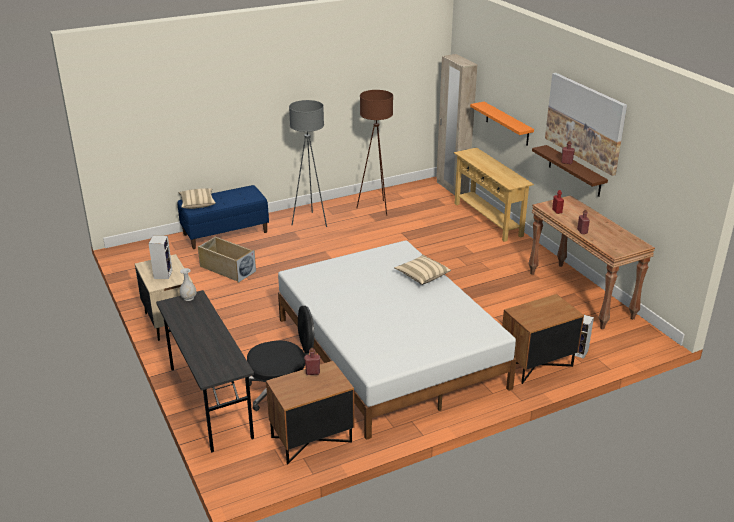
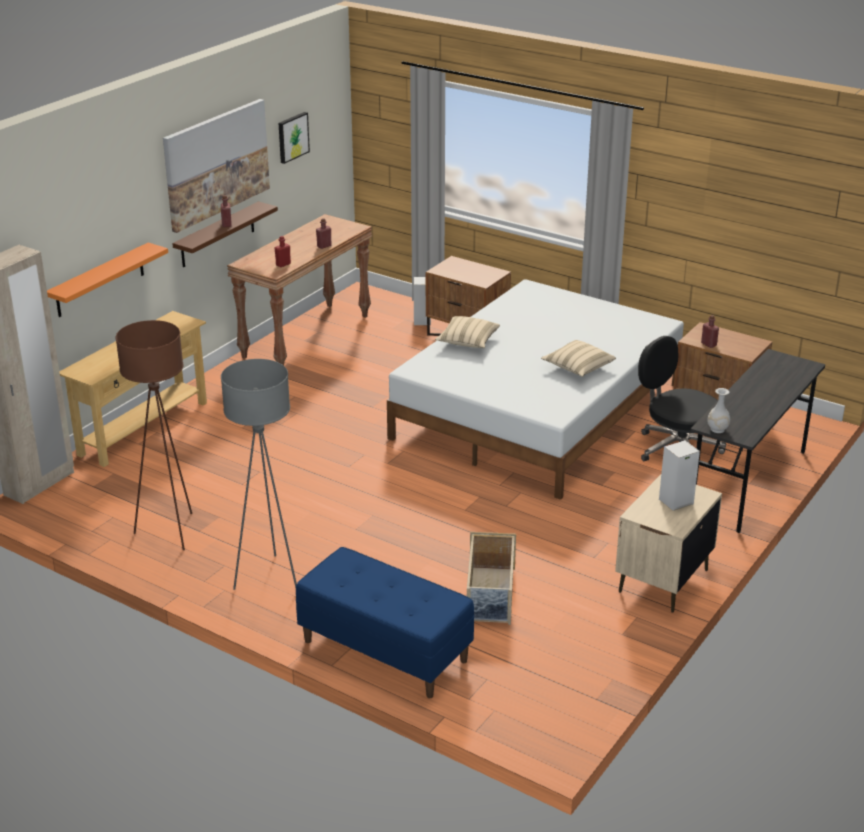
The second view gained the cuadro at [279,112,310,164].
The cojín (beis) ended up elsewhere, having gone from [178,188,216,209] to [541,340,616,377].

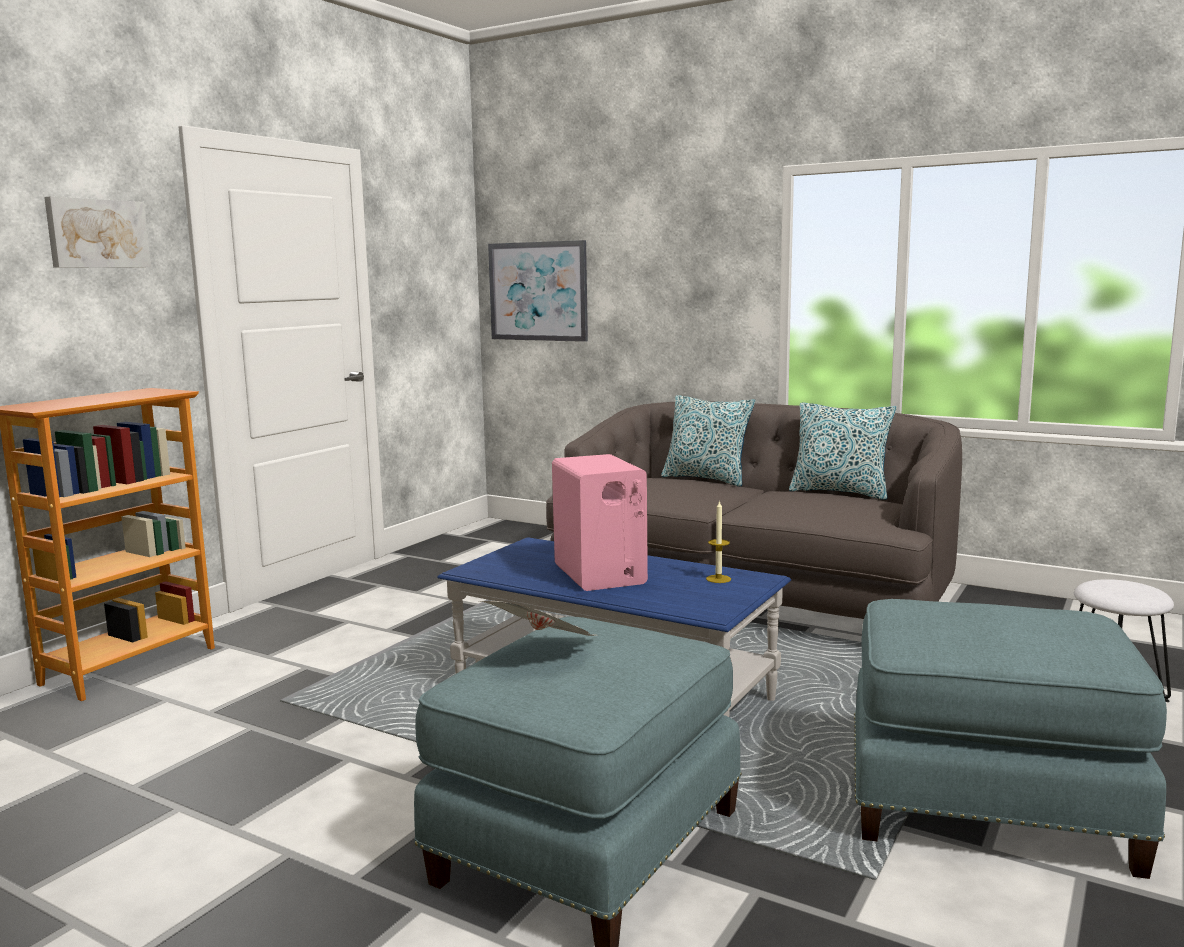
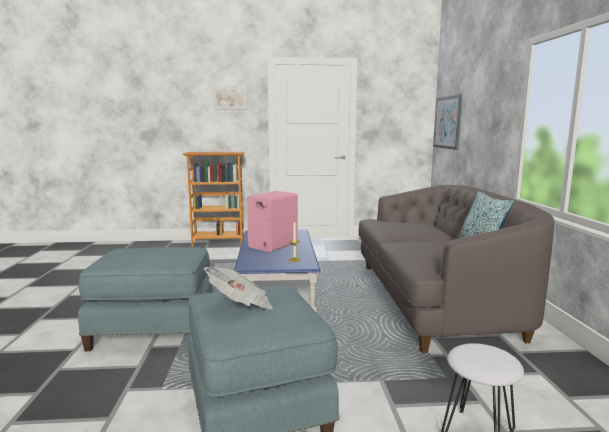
The second view lost the cojín at [661,395,755,486].
The periódico ended up elsewhere, having gone from [479,601,595,636] to [204,267,273,309].

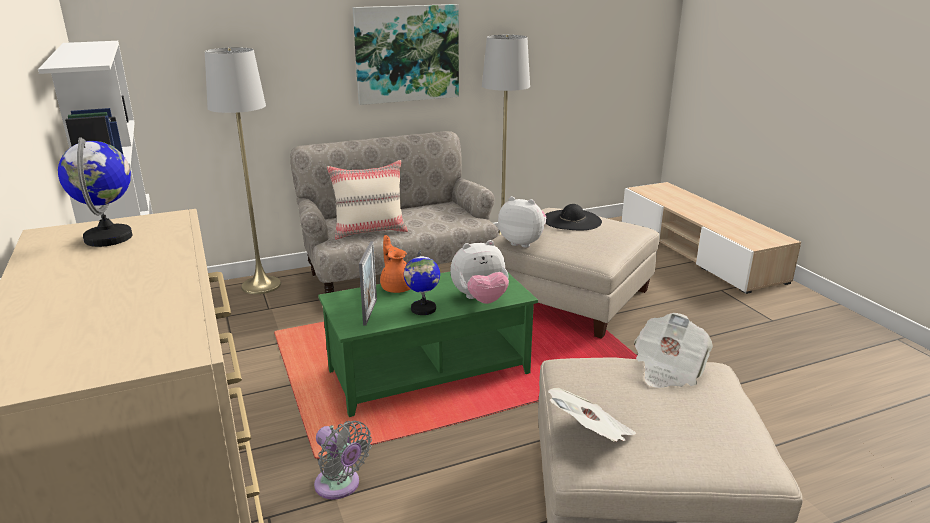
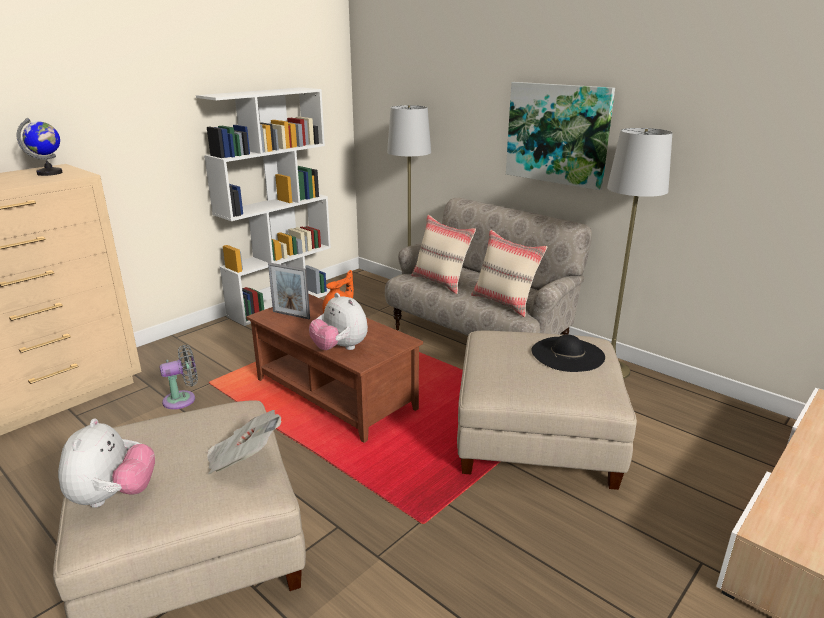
The second view lost the globo terráqueo at [404,250,440,315].
The second view lost the periódico at [548,388,637,442].
The second view gained the cojín (beis) at [471,230,547,317].
The peluche ended up elsewhere, having gone from [498,196,546,248] to [58,419,155,508].
What was the mesa de centro (verde) at [318,272,538,417] turned into the mesa de centro (marrón) at [246,294,423,443].
The ventilador (gris) at [314,420,372,499] ended up facing another way, 135 degrees counterclockwise from before.
The portarretratos at [359,241,377,326] ended up facing another way, 45 degrees clockwise from before.

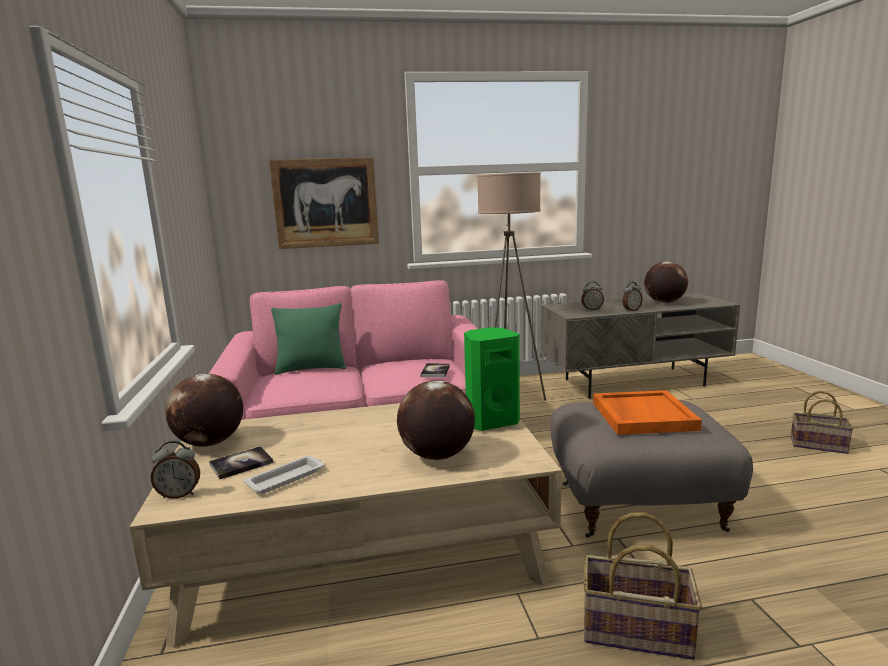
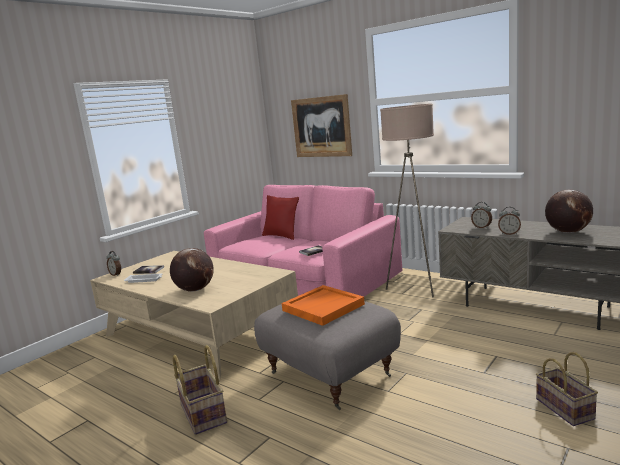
The second view lost the globo terráqueo at [166,374,243,447].
The second view lost the altavoz (verde) at [464,327,520,431].
What was the cojín (verde) at [271,303,346,375] turned into the cojín (rojo) at [262,195,299,240].

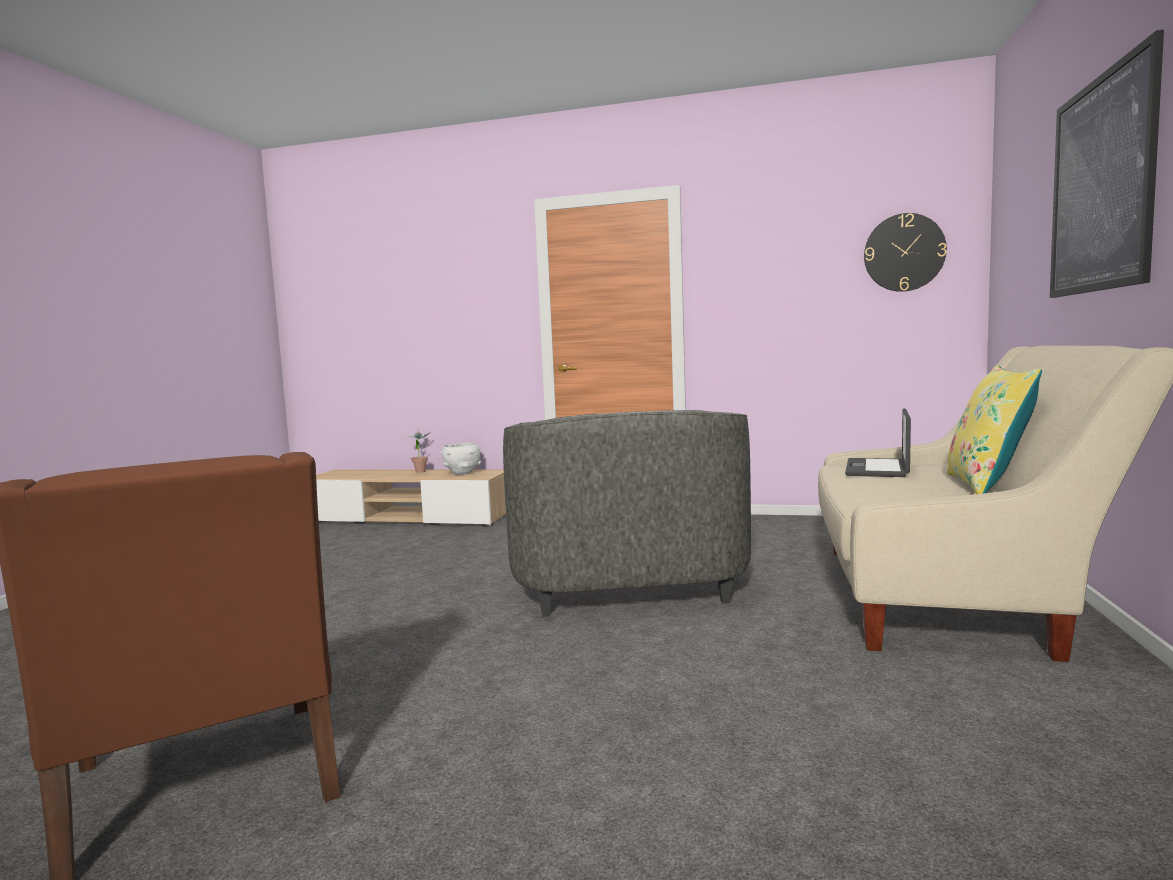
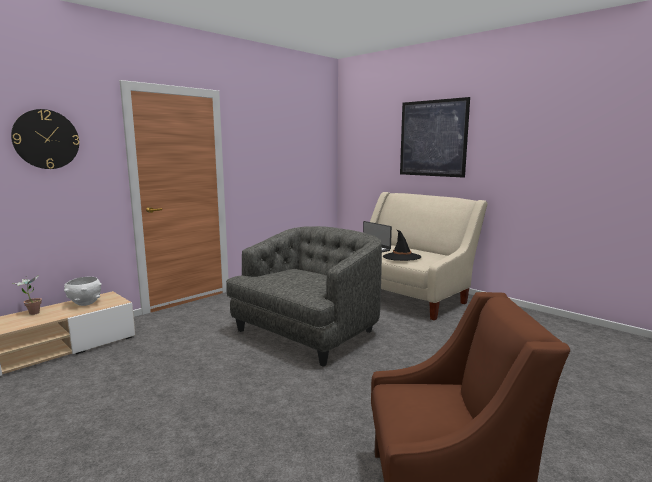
The second view lost the cojín (amarillo) at [947,365,1042,494].
The second view gained the sombrero (negro) at [383,230,421,261].
The reloj de pared ended up elsewhere, having gone from [864,213,947,292] to [11,109,79,169].
The sillón (gris) at [503,410,751,617] ended up facing another way, 75 degrees counterclockwise from before.

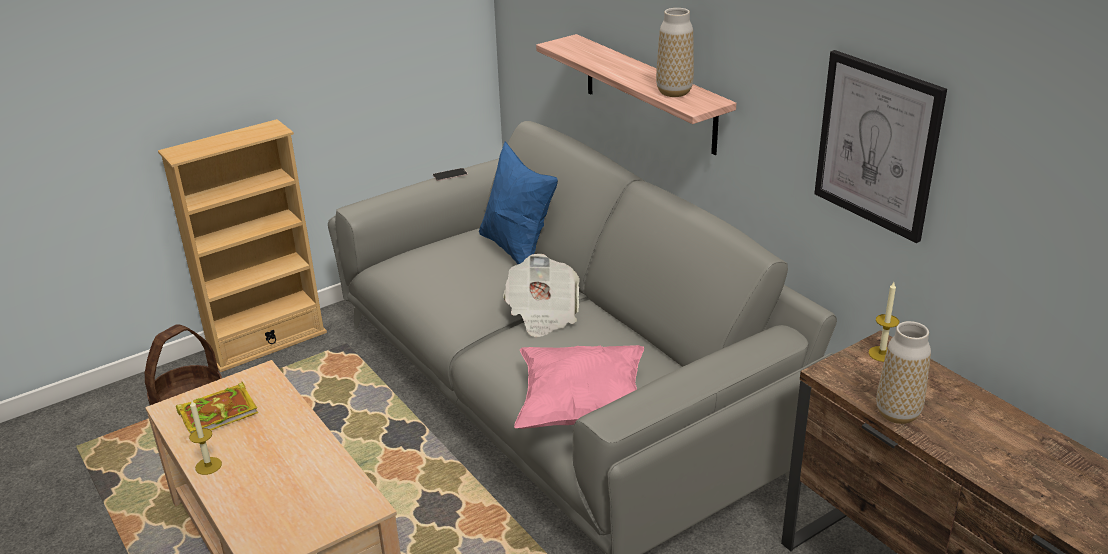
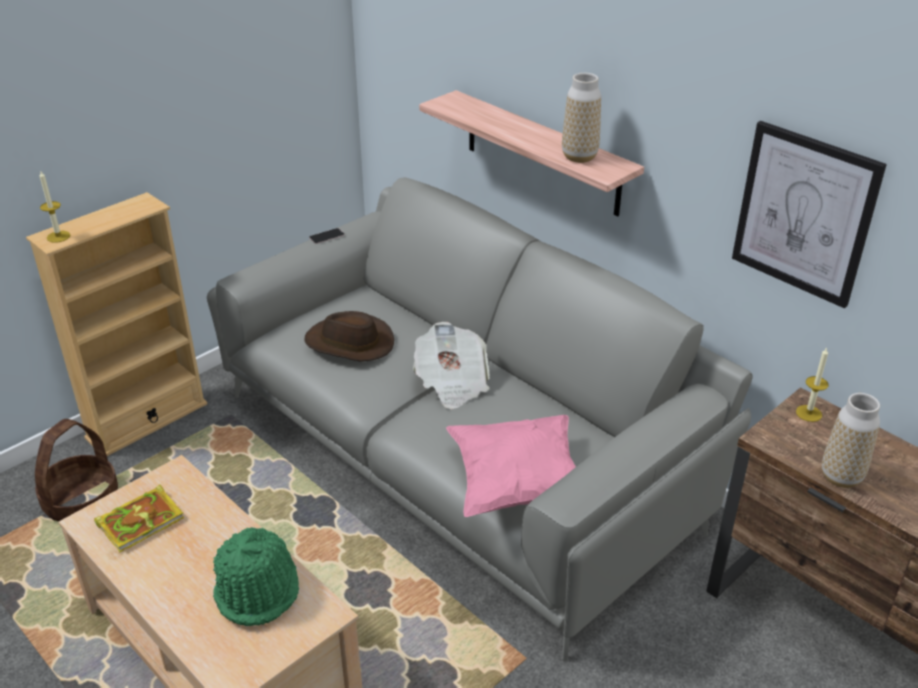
The second view lost the cojín (azul) at [479,142,558,264].
The second view gained the sombrero (verde) at [213,527,299,626].
The second view gained the sombrero (marrón) at [305,311,394,361].
The vela ended up elsewhere, having gone from [189,399,222,475] to [40,171,70,243].

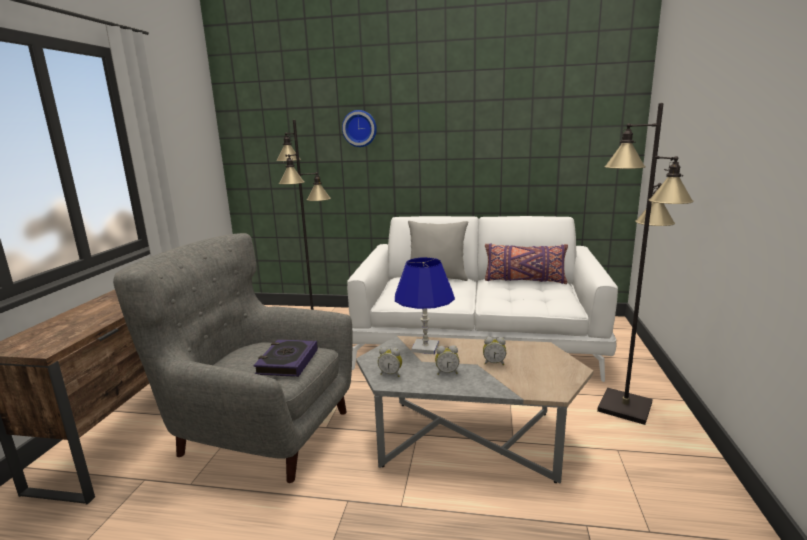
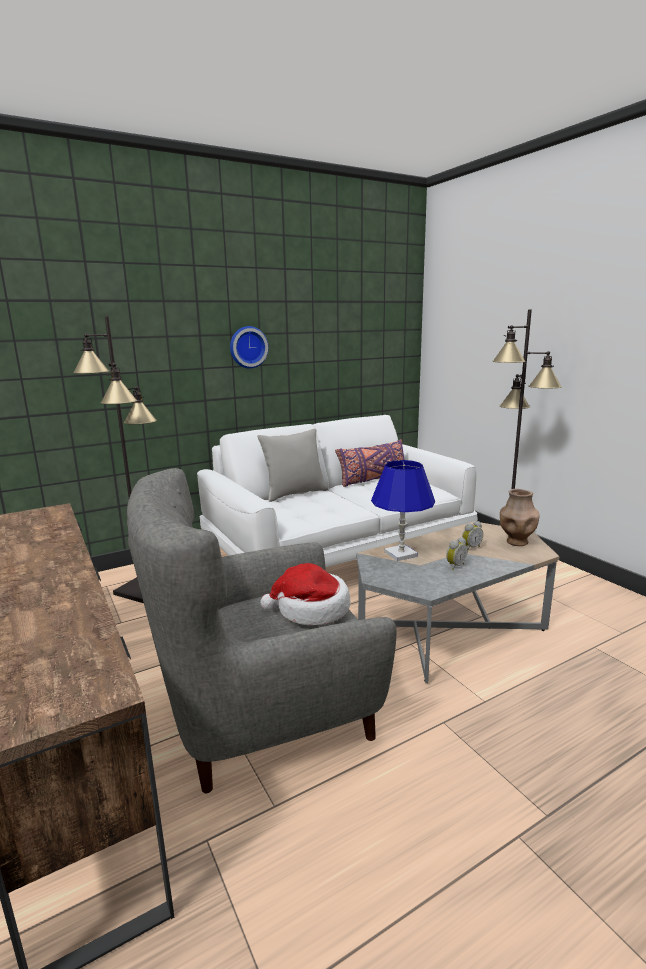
The second view lost the despertador at [378,347,402,377].
The second view gained the florero (marrón) at [500,489,539,546].
The reloj de pared ended up elsewhere, having gone from [342,110,377,147] to [230,326,268,368].
Where the libro stood at [253,339,318,377], the sombrero came to stand at [260,563,350,625].

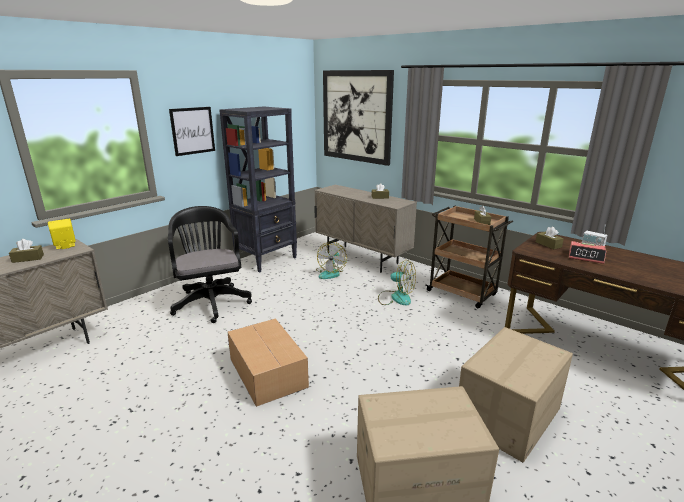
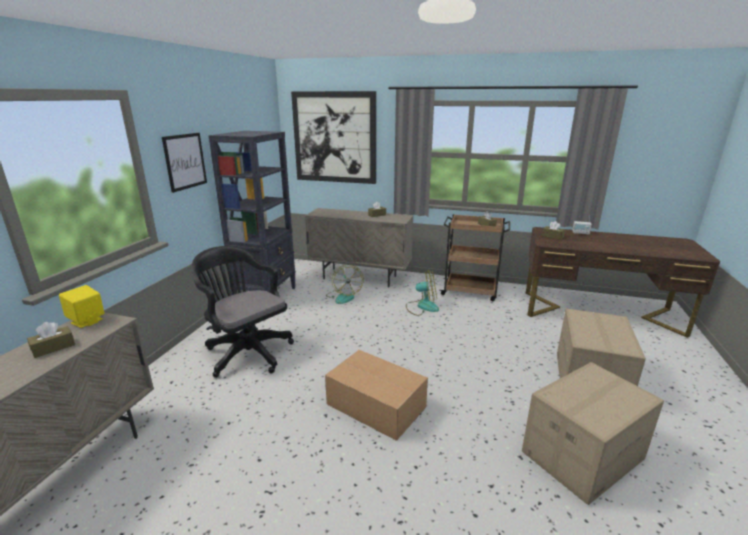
The second view lost the despertador at [569,241,607,264].

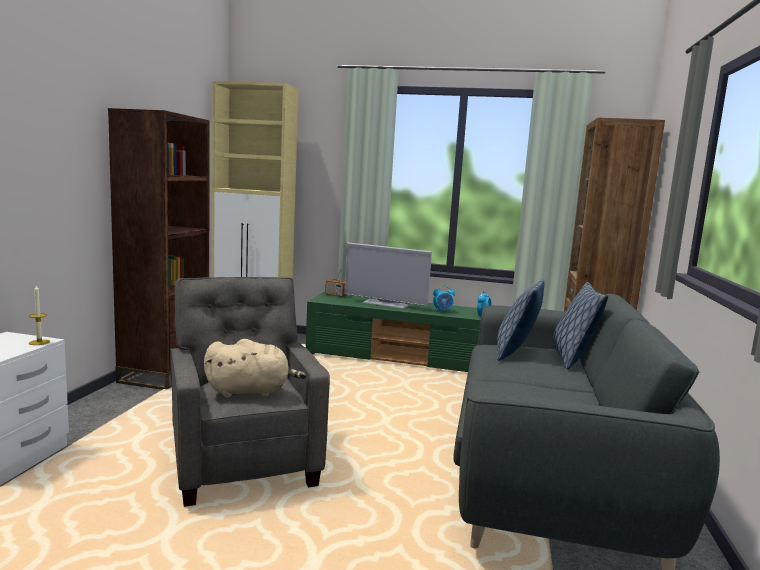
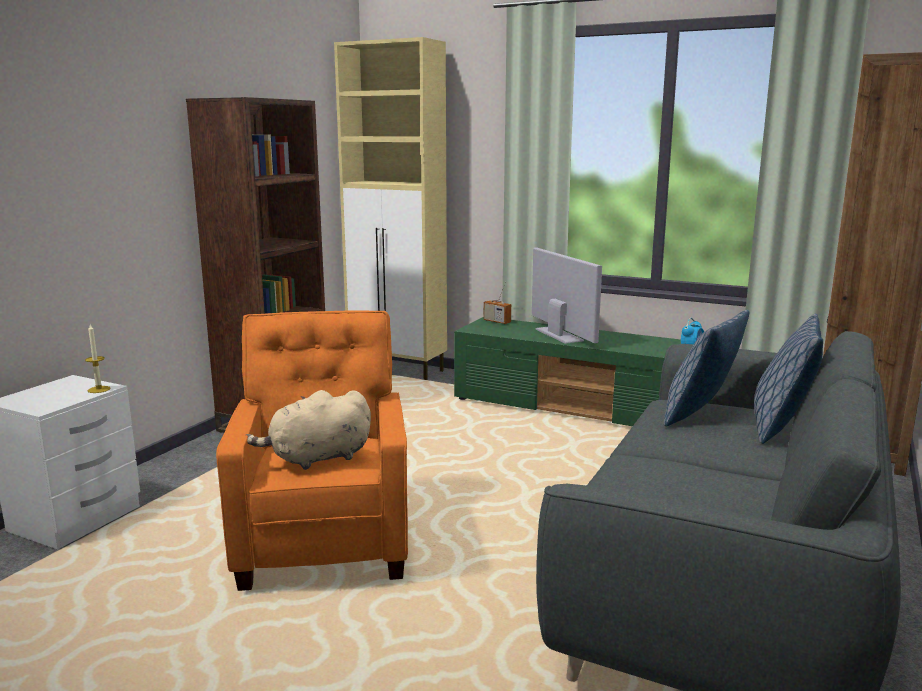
The second view lost the despertador at [433,285,455,312].
What was the sillón (gris) at [170,277,330,507] turned into the sillón (naranja) at [216,310,408,591].
The peluche (beis) at [204,339,307,398] ended up facing another way, 150 degrees clockwise from before.
The televisor at [344,242,432,309] ended up facing another way, 150 degrees counterclockwise from before.

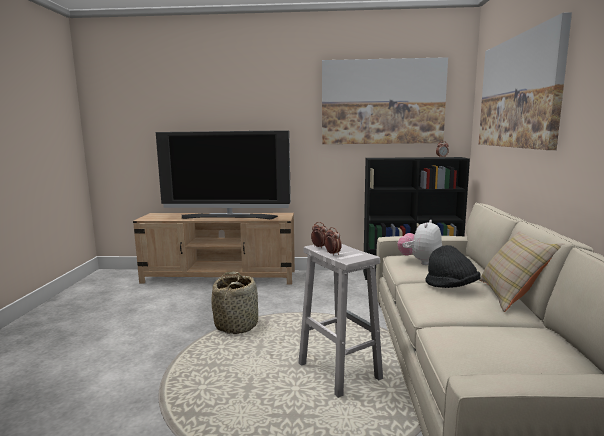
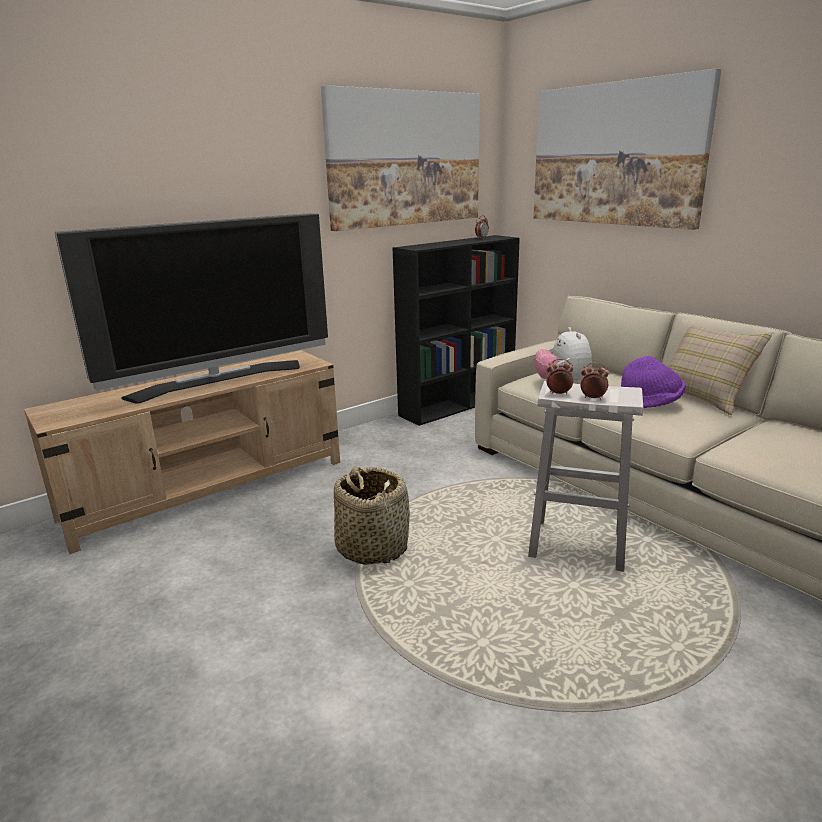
What was the sombrero (negro) at [425,245,481,288] turned into the sombrero (morado) at [621,356,686,408].

